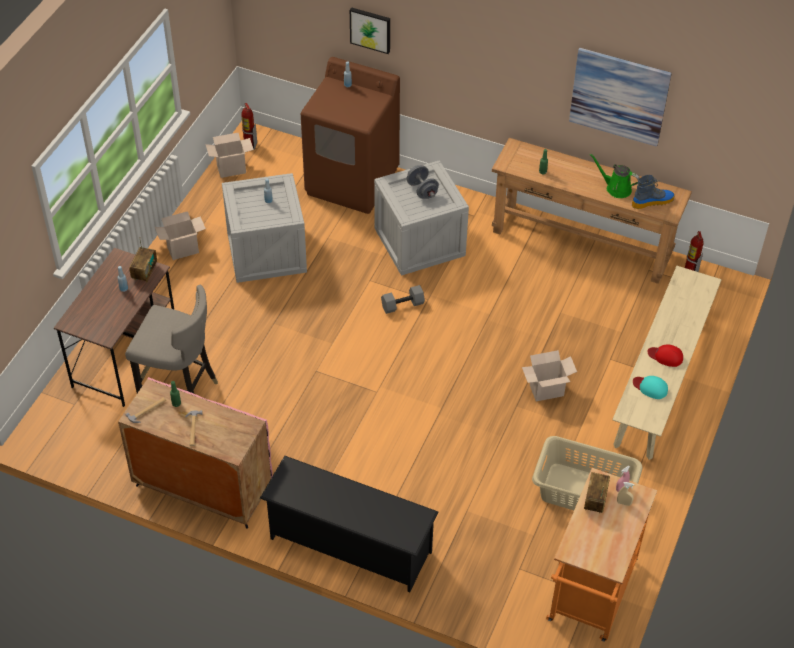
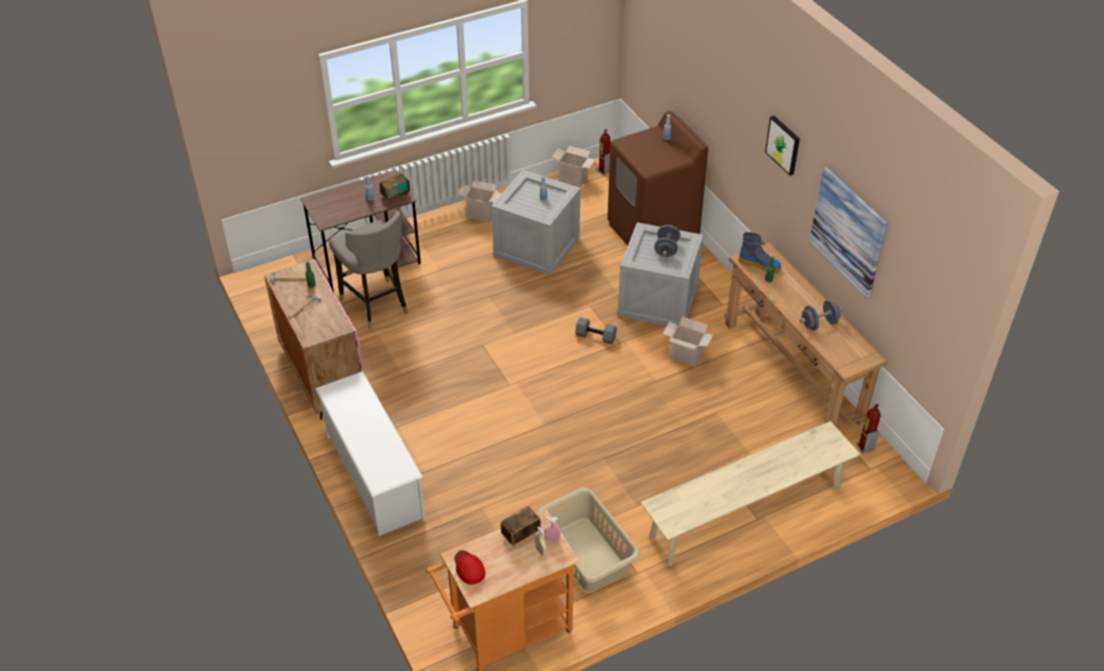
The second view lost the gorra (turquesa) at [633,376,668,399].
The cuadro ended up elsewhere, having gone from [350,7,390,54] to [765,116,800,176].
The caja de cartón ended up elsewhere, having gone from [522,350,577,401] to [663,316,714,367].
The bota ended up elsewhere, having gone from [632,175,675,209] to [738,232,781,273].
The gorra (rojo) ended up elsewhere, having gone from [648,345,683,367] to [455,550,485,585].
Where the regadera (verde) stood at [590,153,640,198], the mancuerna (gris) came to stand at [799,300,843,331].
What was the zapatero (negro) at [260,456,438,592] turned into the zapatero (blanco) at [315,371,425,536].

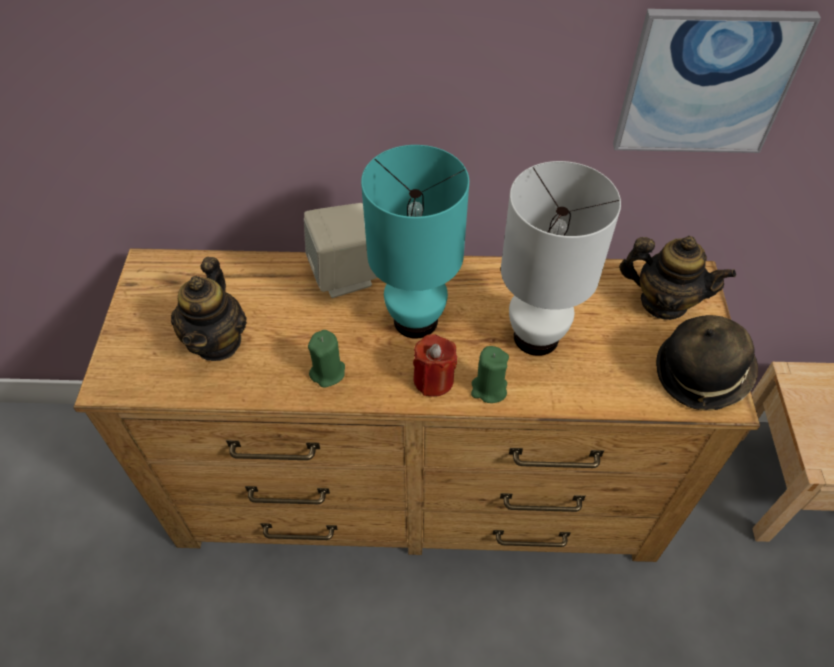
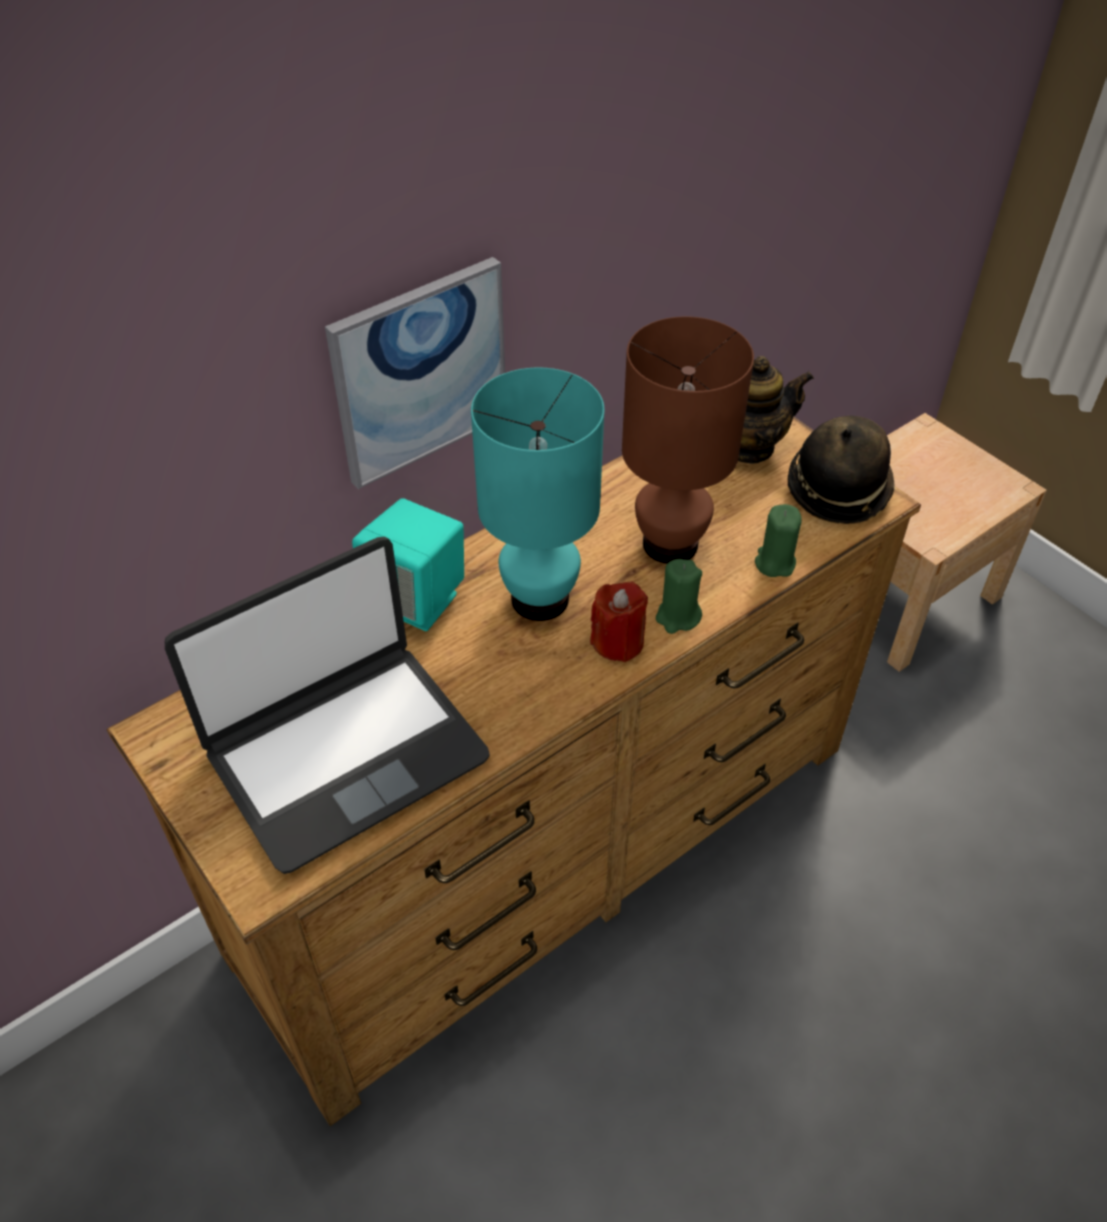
The vela (verde) ended up elsewhere, having gone from [308,330,345,388] to [755,504,802,577].
The cuadro ended up elsewhere, having gone from [613,9,821,153] to [325,257,505,489].
Where the tetera stood at [171,257,247,361], the portátil came to stand at [165,537,490,874].
What was the altavoz (beis) at [304,203,378,298] turned into the altavoz (turquesa) at [352,498,464,631].
What was the lámpara de mesa (blanco) at [501,161,621,356] turned into the lámpara de mesa (marrón) at [622,316,754,564].

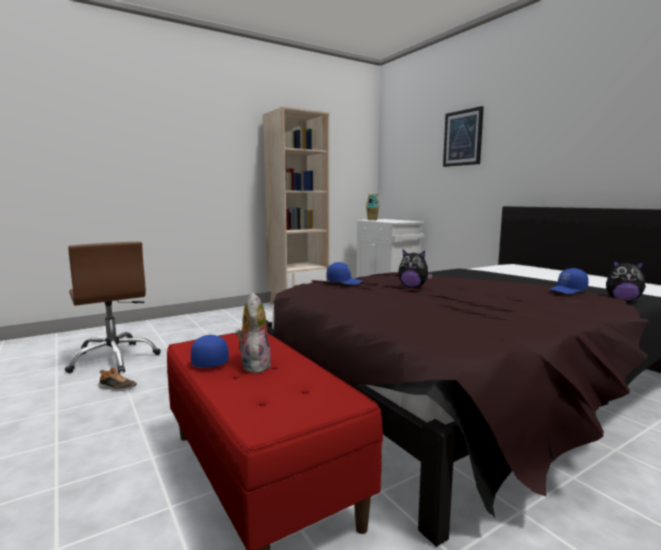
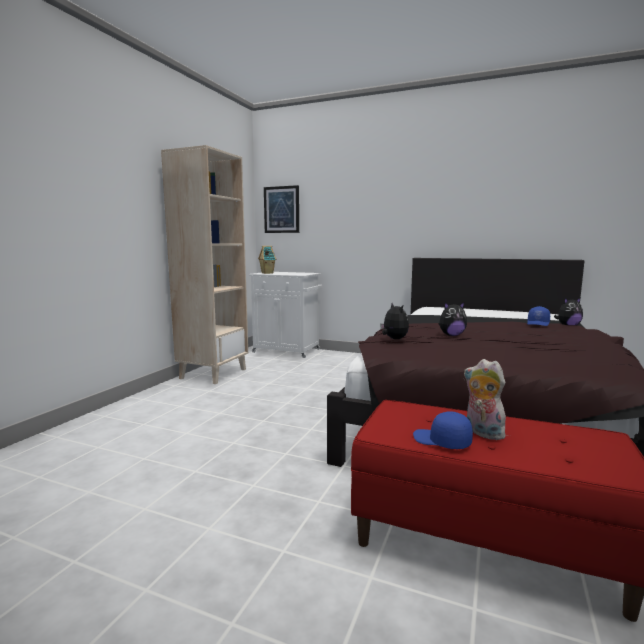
The second view lost the silla de oficina (marrón) at [65,242,161,373].
The second view lost the zapato at [98,367,137,391].
The cuadro ended up elsewhere, having gone from [443,106,484,167] to [264,185,299,233].
Where the gorra (azul) stood at [326,262,362,285], the peluche came to stand at [381,303,409,339].

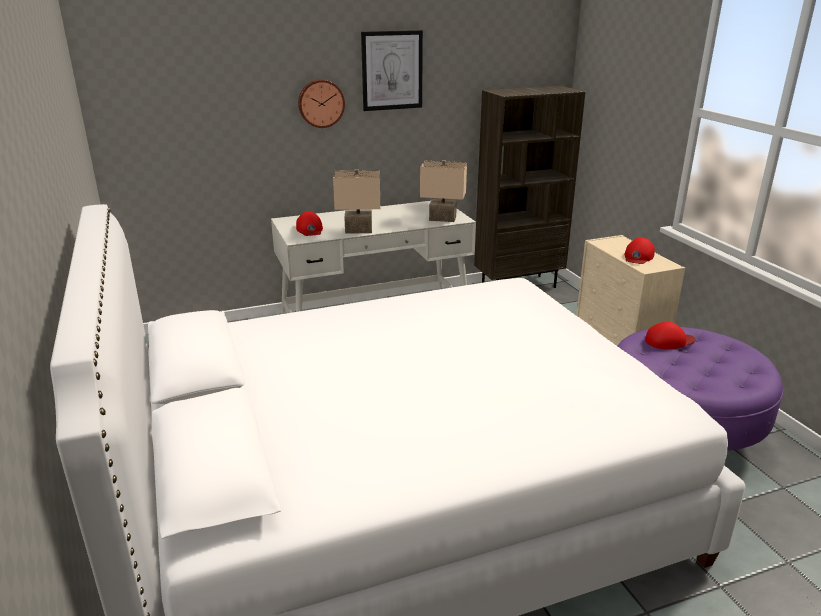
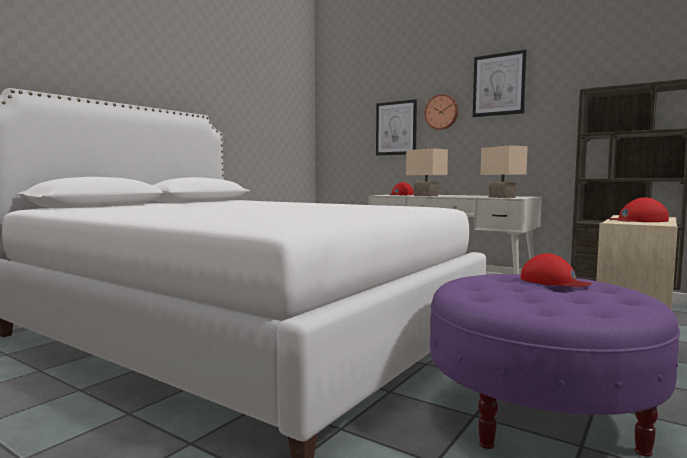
The second view gained the cuadro at [376,99,417,156].

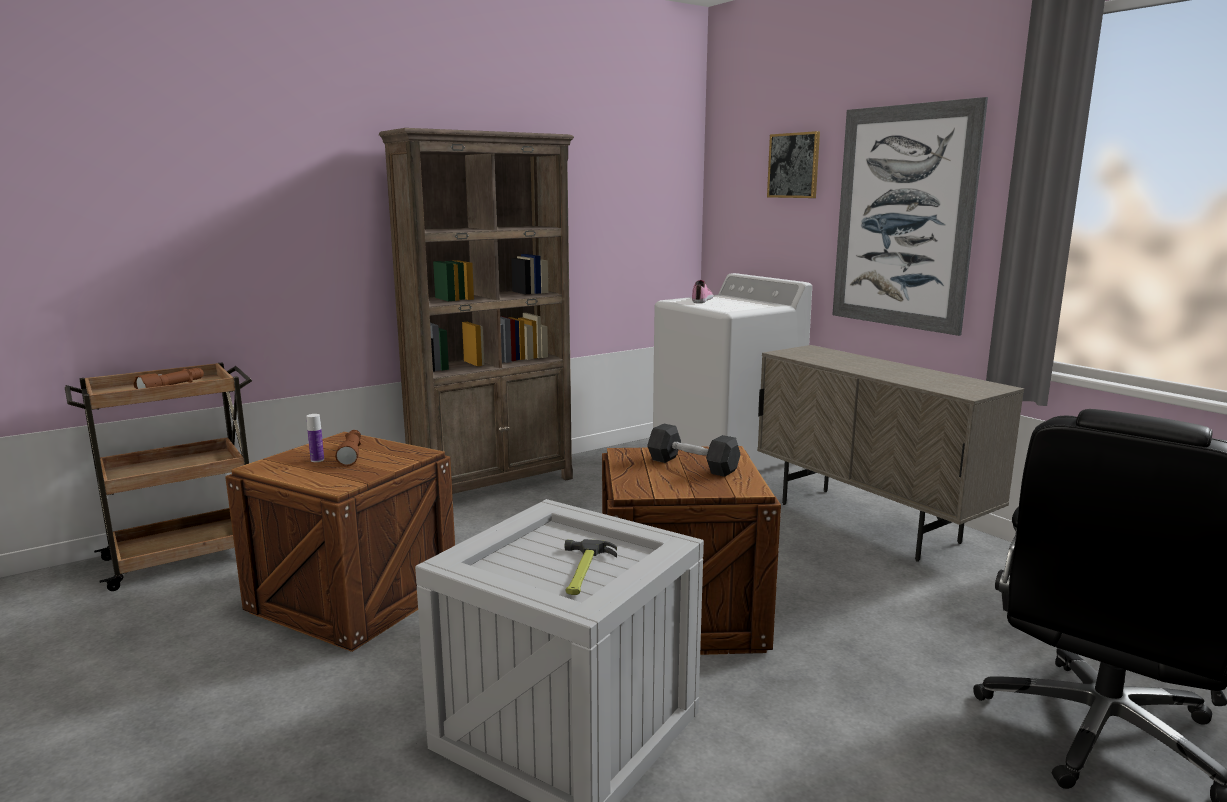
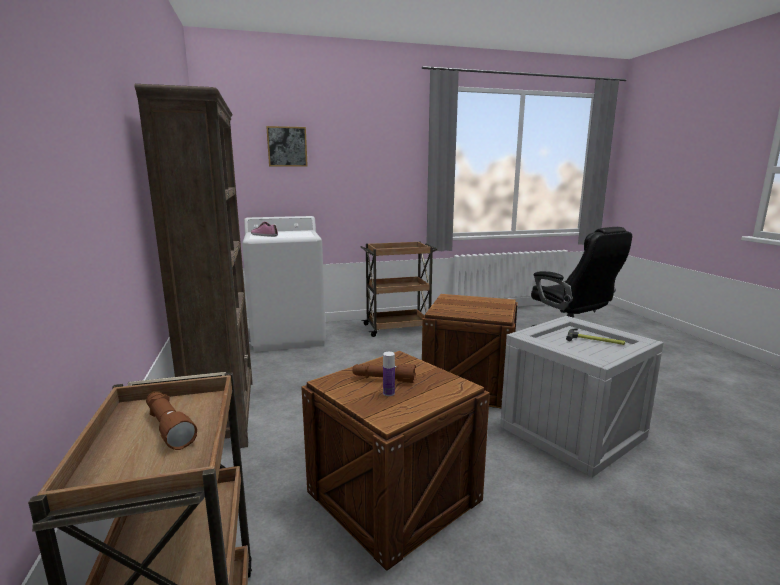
The second view lost the mancuerna (gris) at [648,424,741,477].
The second view lost the cuadro at [832,97,988,336].
Where the armario (beis) stood at [757,345,1024,562], the carrito (marrón) came to stand at [361,241,437,337].

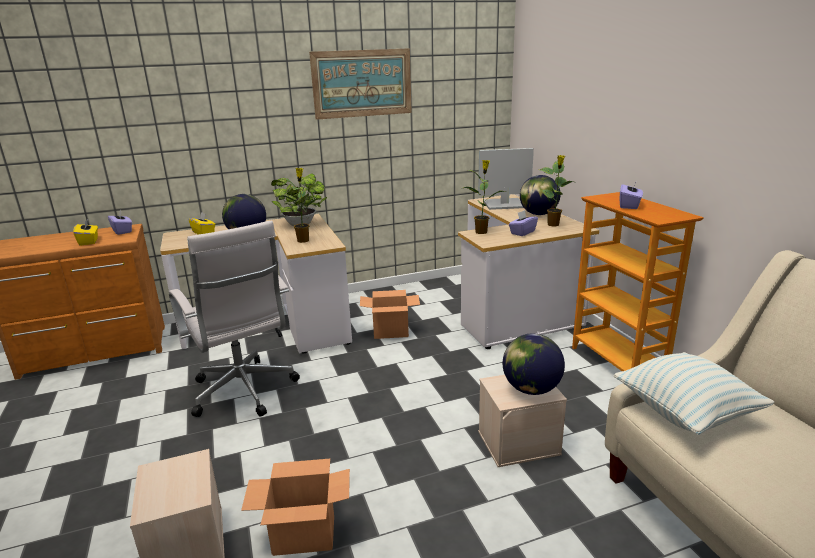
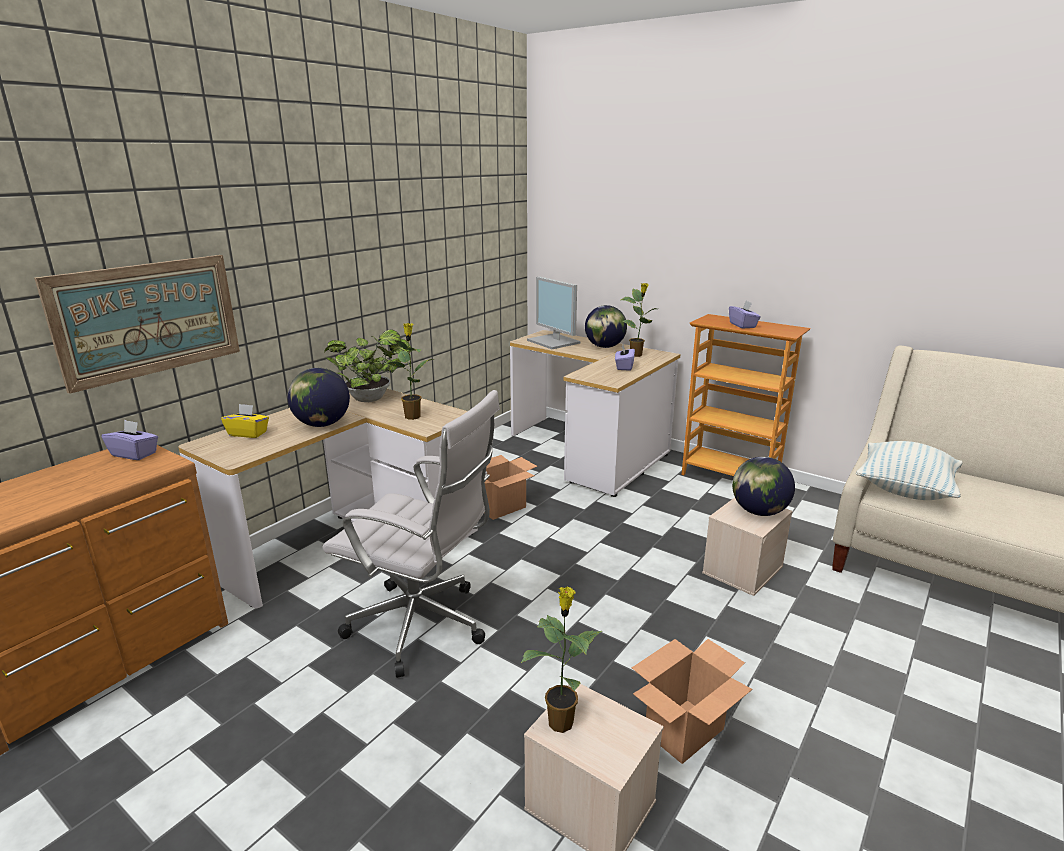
The second view lost the caja de pañuelos (amarillo) at [73,219,98,246].
The cuadro ended up elsewhere, having gone from [309,48,412,120] to [34,255,240,394].
The planta en maceta ended up elsewhere, having gone from [464,160,507,234] to [521,586,602,733].
The monitor at [478,148,534,210] ended up facing another way, 90 degrees counterclockwise from before.

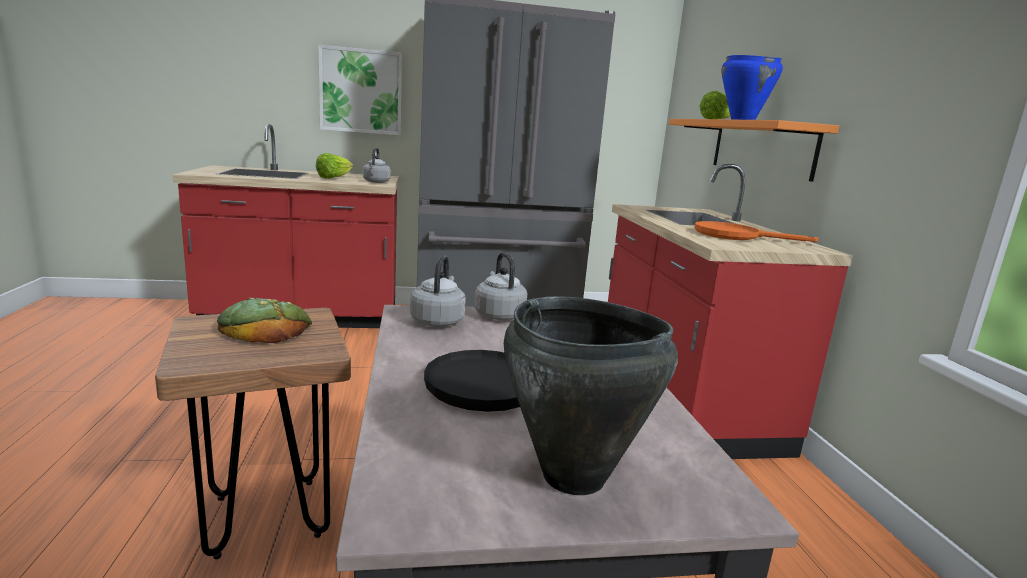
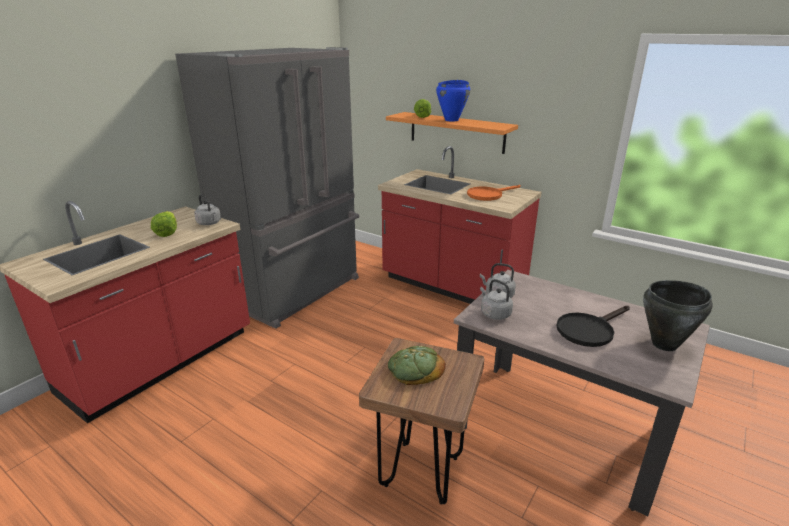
The second view lost the cuadro at [318,45,402,135].

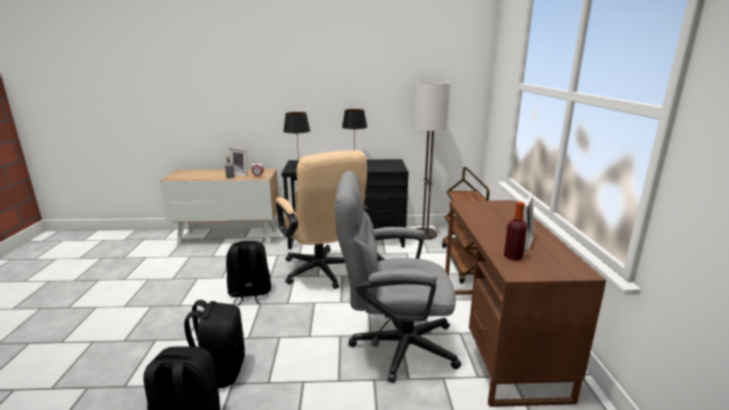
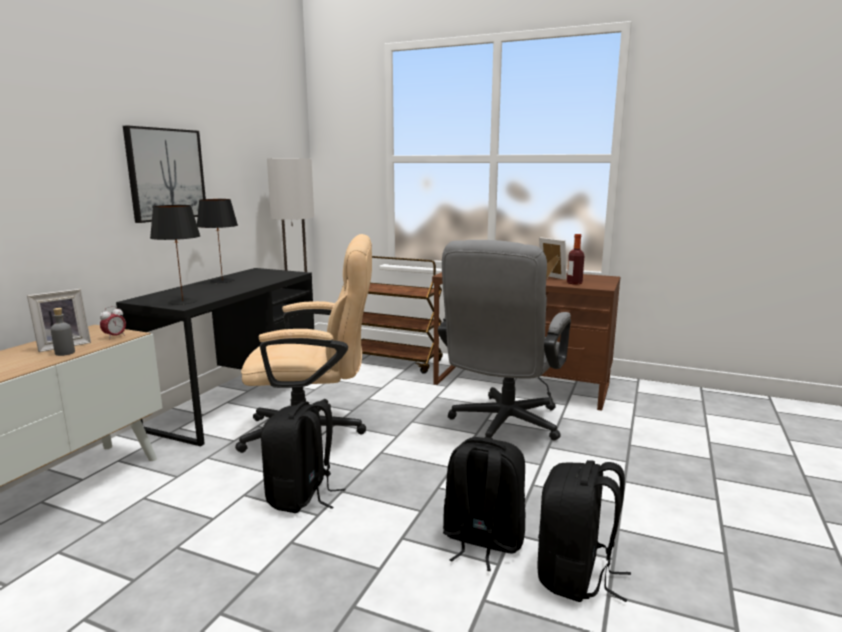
The second view gained the cuadro at [123,126,206,223].

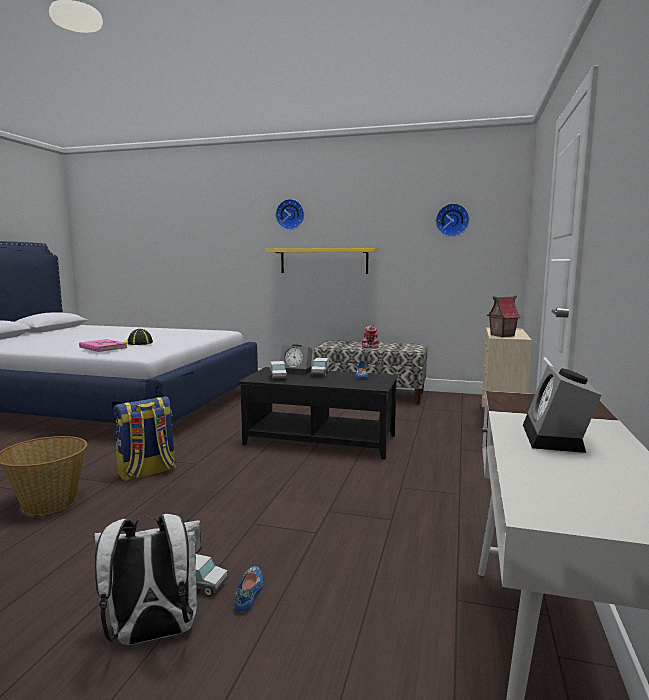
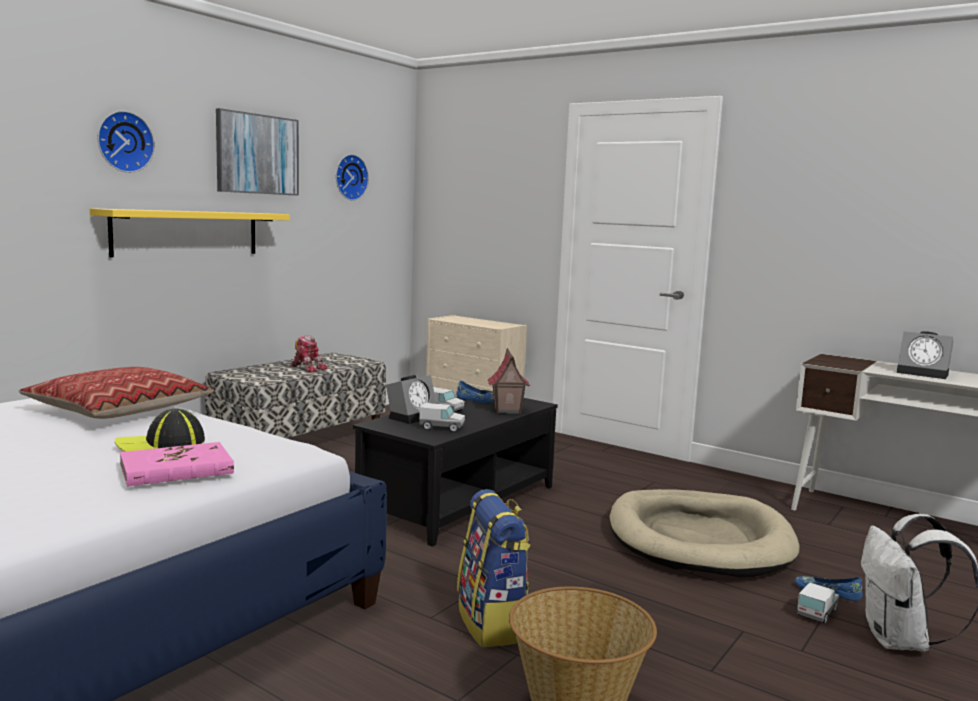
The second view gained the cojín at [18,367,214,419].
The second view gained the cuadro at [216,108,299,196].
The second view gained the cama para perro (beis) at [610,489,799,578].
The casita ended up elsewhere, having gone from [487,296,521,337] to [487,348,530,414].

